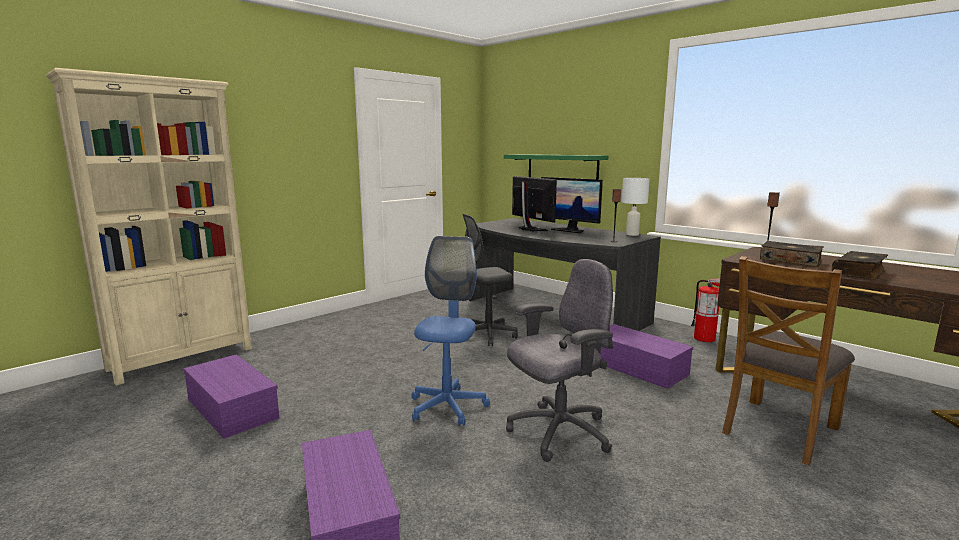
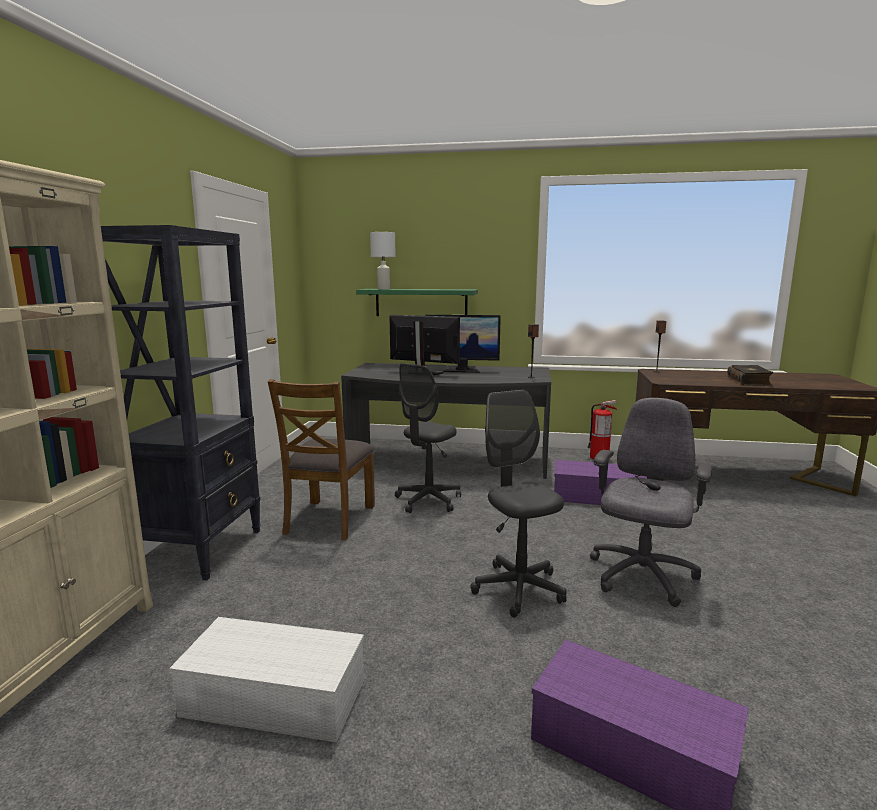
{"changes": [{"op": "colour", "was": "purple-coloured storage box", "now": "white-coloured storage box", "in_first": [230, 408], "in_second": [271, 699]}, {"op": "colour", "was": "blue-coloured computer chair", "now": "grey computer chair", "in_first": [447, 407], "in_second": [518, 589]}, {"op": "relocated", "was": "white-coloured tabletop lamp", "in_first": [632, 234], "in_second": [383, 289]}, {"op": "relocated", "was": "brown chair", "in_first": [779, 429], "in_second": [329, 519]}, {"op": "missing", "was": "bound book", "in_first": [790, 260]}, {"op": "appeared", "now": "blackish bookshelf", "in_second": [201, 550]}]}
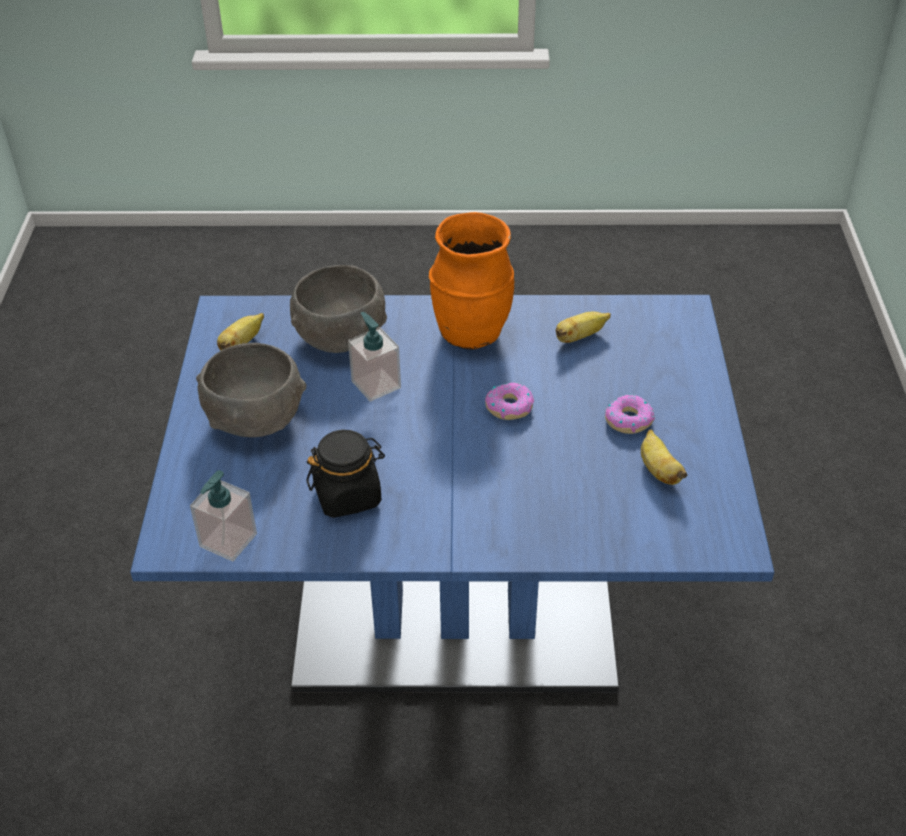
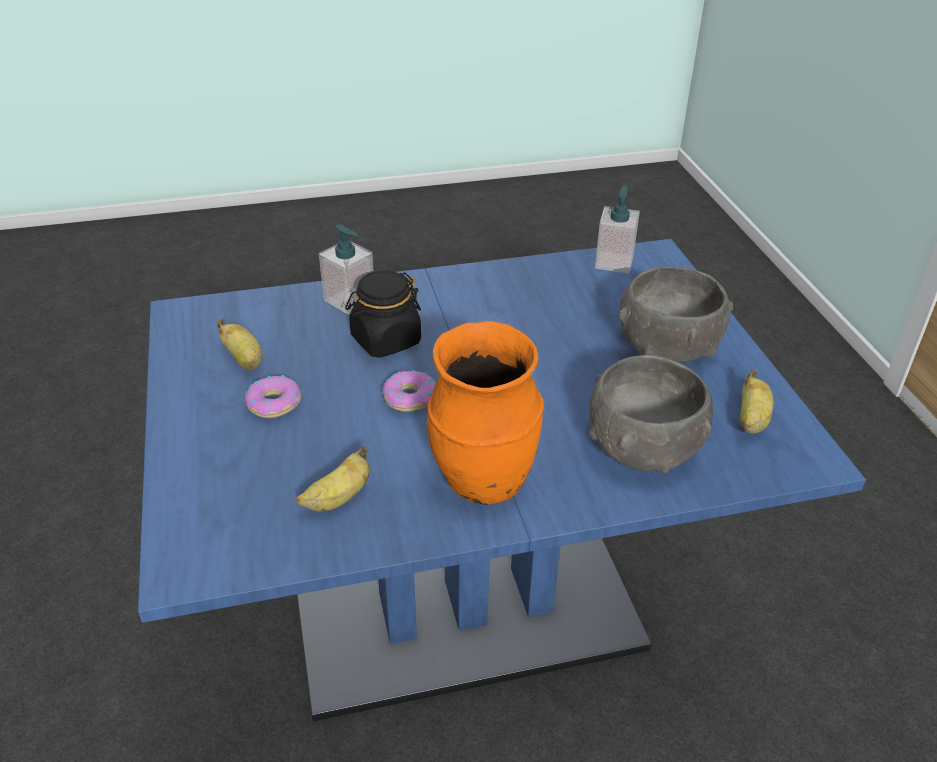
{"changes": [{"op": "relocated", "was": "blackish storage jar", "in_first": [348, 495], "in_second": [385, 340]}, {"op": "relocated", "was": "soap bottle", "in_first": [376, 384], "in_second": [349, 300]}]}
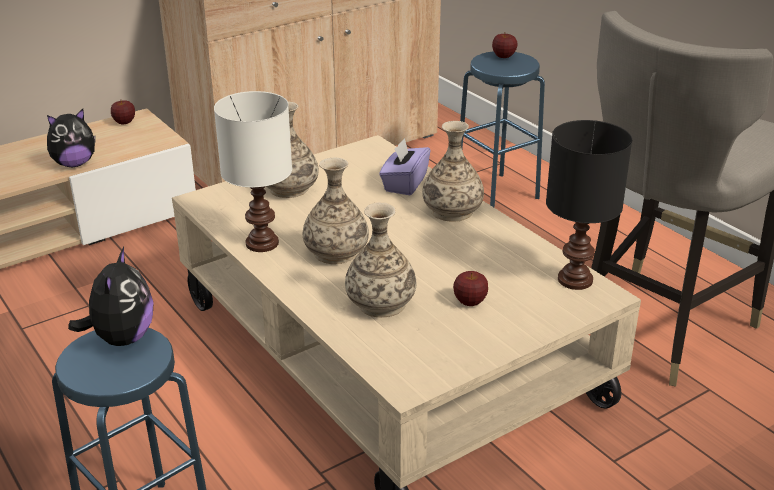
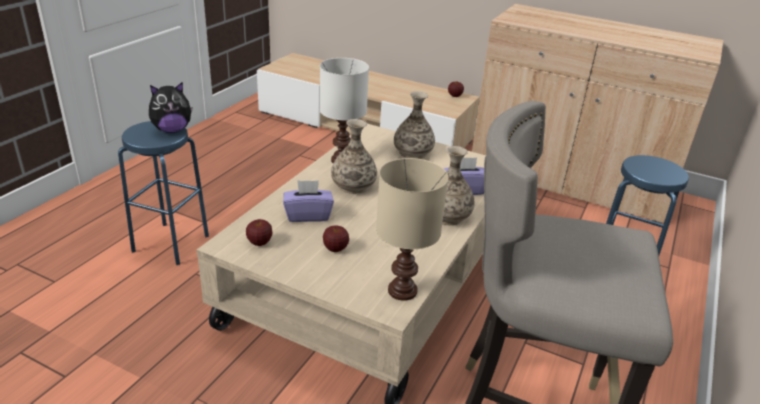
{"changes": [{"op": "missing", "was": "cuddly toy", "in_first": [74, 164]}, {"op": "exchanged", "was": "decorative vase", "now": "purple-coloured box of tissues", "in_first": [381, 303], "in_second": [308, 215]}, {"op": "relocated", "was": "whole apple", "in_first": [503, 56], "in_second": [260, 242]}, {"op": "colour", "was": "blackish tabletop lamp", "now": "beige tabletop lamp", "in_first": [573, 279], "in_second": [402, 290]}]}
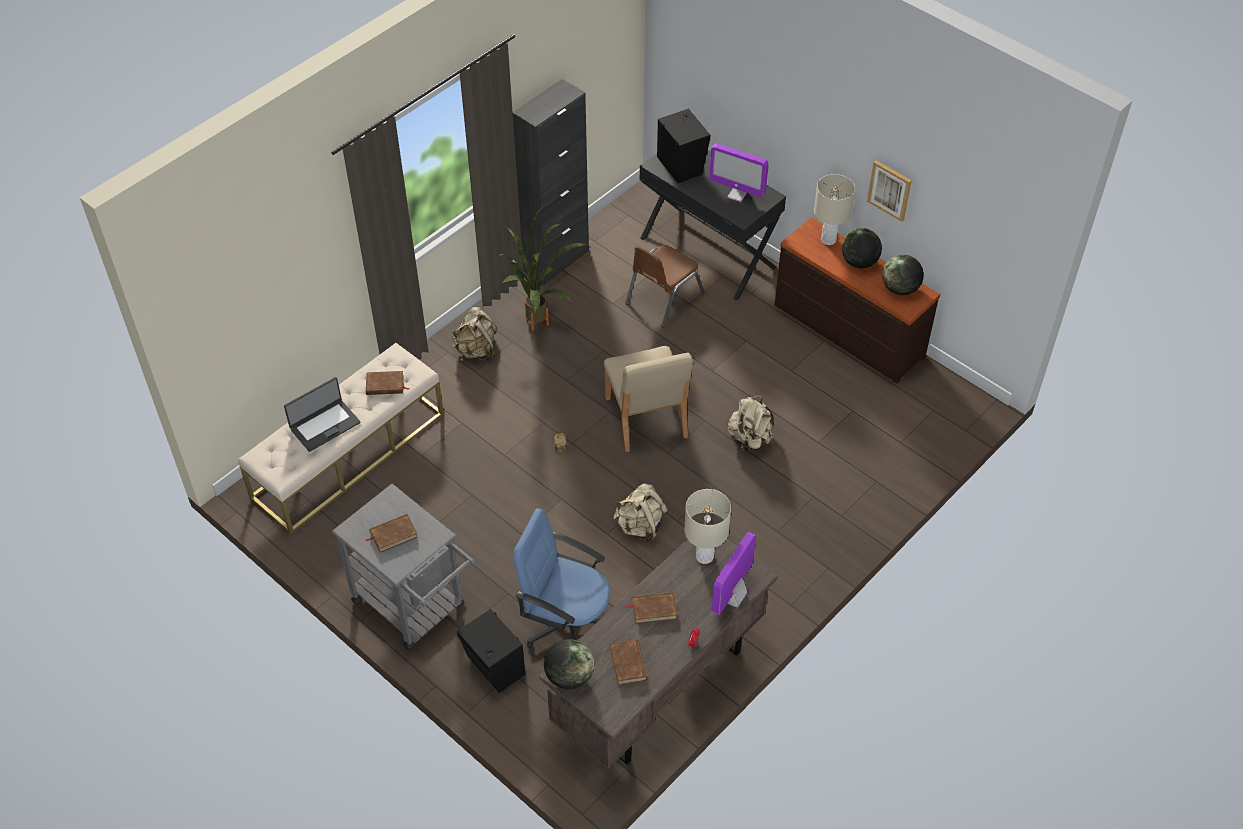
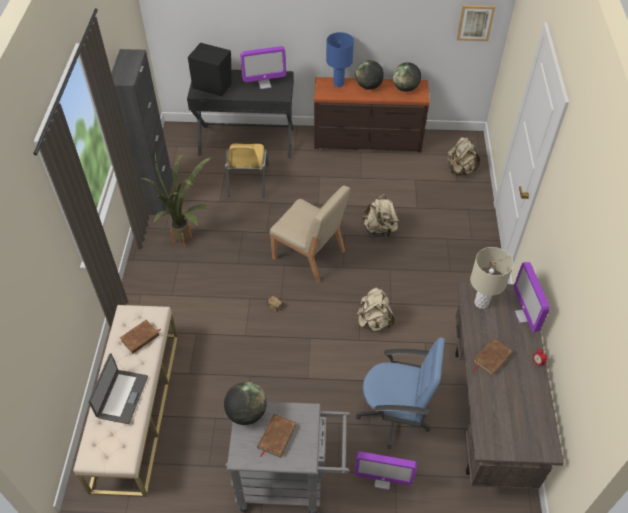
{"changes": [{"op": "relocated", "was": "beige knapsack", "in_first": [476, 350], "in_second": [460, 170]}, {"op": "exchanged", "was": "blackish audio speaker", "now": "computer display", "in_first": [494, 668], "in_second": [382, 480]}, {"op": "spun", "was": "blue-coloured computer chair", "in_first": [567, 623], "in_second": [395, 414], "clockwise": -150}, {"op": "relocated", "was": "world globe", "in_first": [569, 677], "in_second": [246, 413]}, {"op": "missing", "was": "brown bound book", "in_first": [628, 664]}, {"op": "colour", "was": "brown chair", "now": "yellow-coloured chair", "in_first": [663, 298], "in_second": [247, 180]}, {"op": "colour", "was": "beige tabletop lamp", "now": "blue-coloured tabletop lamp", "in_first": [828, 239], "in_second": [338, 83]}, {"op": "relocated", "was": "wall picture", "in_first": [890, 190], "in_second": [475, 22]}]}
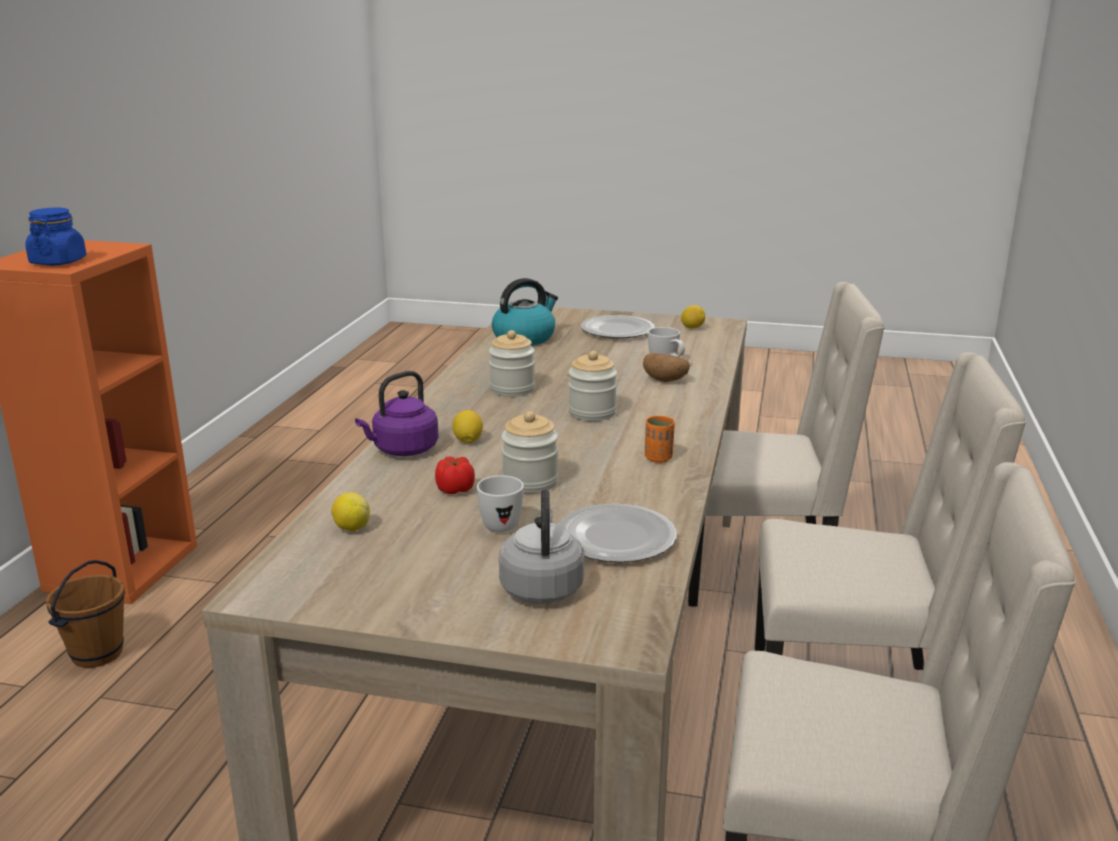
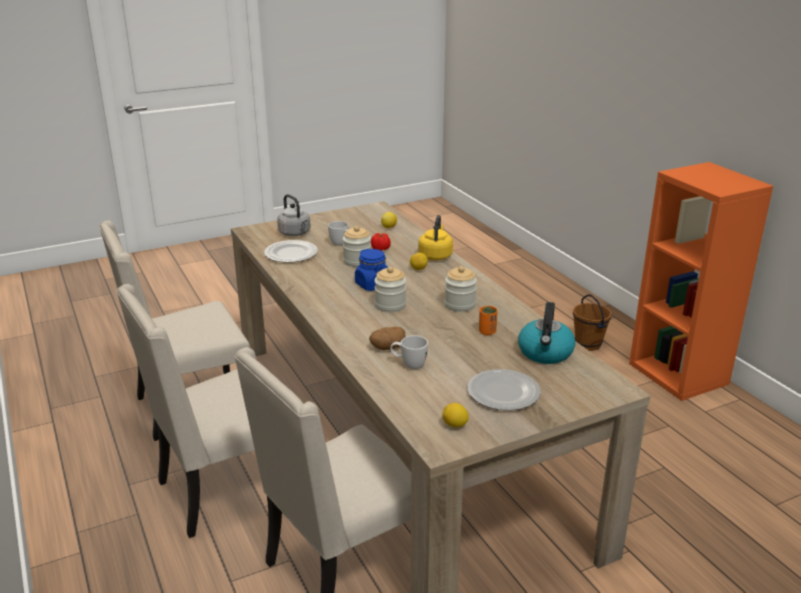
{"changes": [{"op": "relocated", "was": "blue-coloured storage jar", "in_first": [58, 262], "in_second": [373, 285]}, {"op": "colour", "was": "purple-coloured tea kettle", "now": "yellow-coloured tea kettle", "in_first": [402, 450], "in_second": [435, 255]}, {"op": "relocated", "was": "orange-coloured cup", "in_first": [658, 458], "in_second": [487, 332]}]}
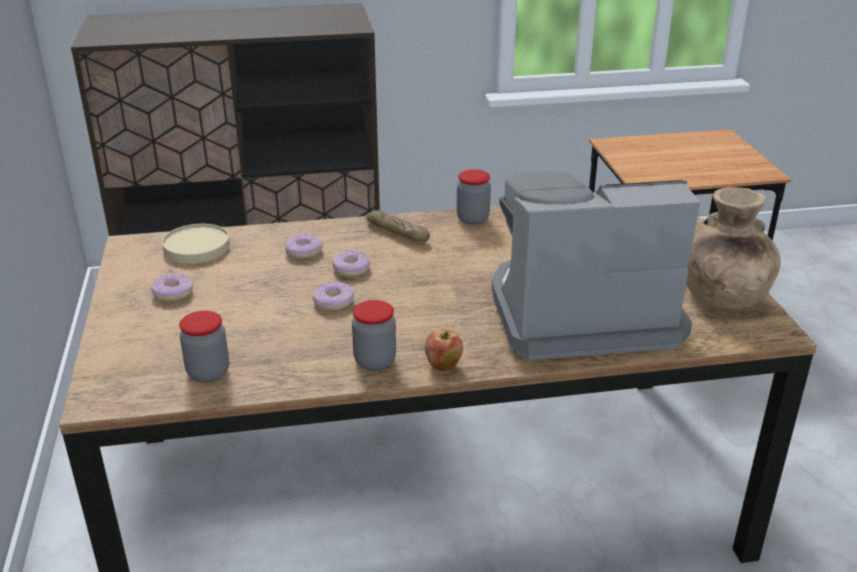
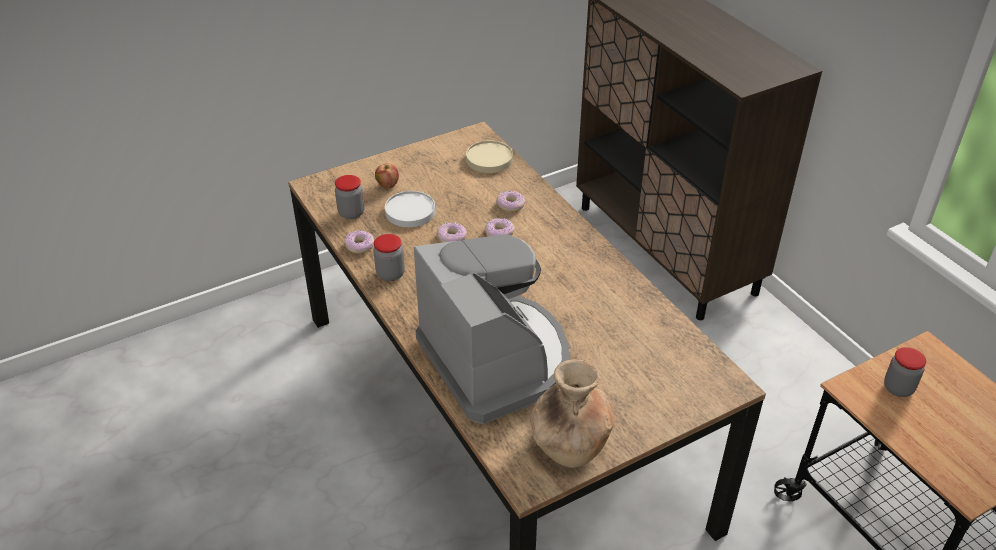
{"changes": [{"op": "relocated", "was": "doughnut", "in_first": [173, 293], "in_second": [359, 245]}, {"op": "missing", "was": "bakery bread", "in_first": [397, 233]}, {"op": "relocated", "was": "whole apple", "in_first": [443, 366], "in_second": [387, 185]}, {"op": "relocated", "was": "storage jar", "in_first": [472, 219], "in_second": [898, 388]}, {"op": "appeared", "now": "white-coloured plate", "in_second": [410, 212]}]}
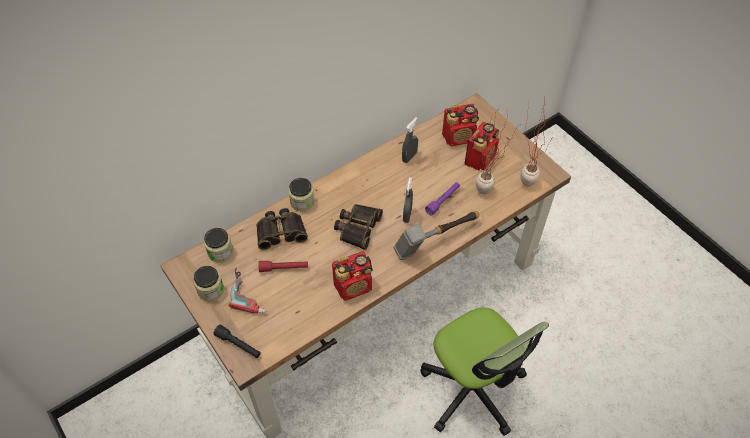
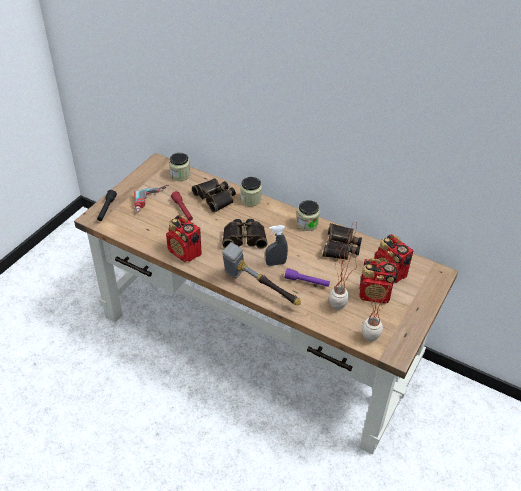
{"changes": [{"op": "relocated", "was": "storage jar", "in_first": [211, 290], "in_second": [307, 224]}, {"op": "exchanged", "was": "grey hand sprayer", "now": "field glasses", "in_first": [409, 157], "in_second": [341, 246]}, {"op": "missing", "was": "computer chair", "in_first": [472, 389]}]}
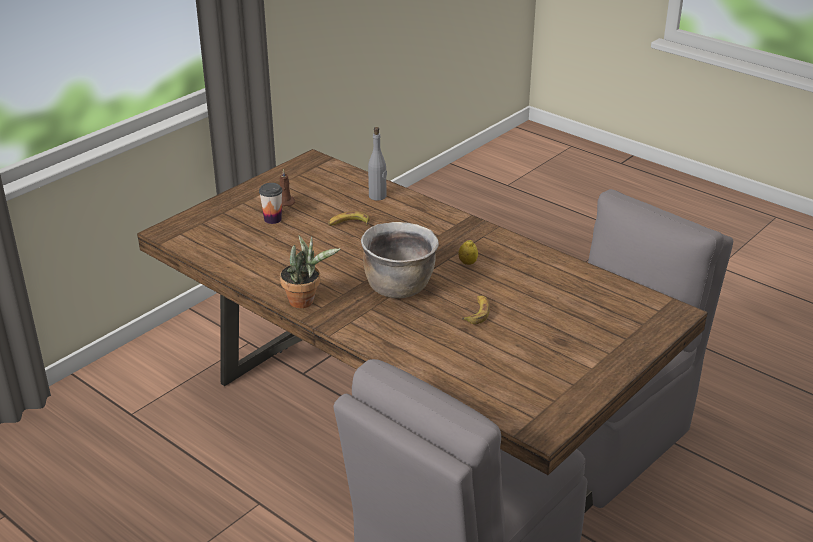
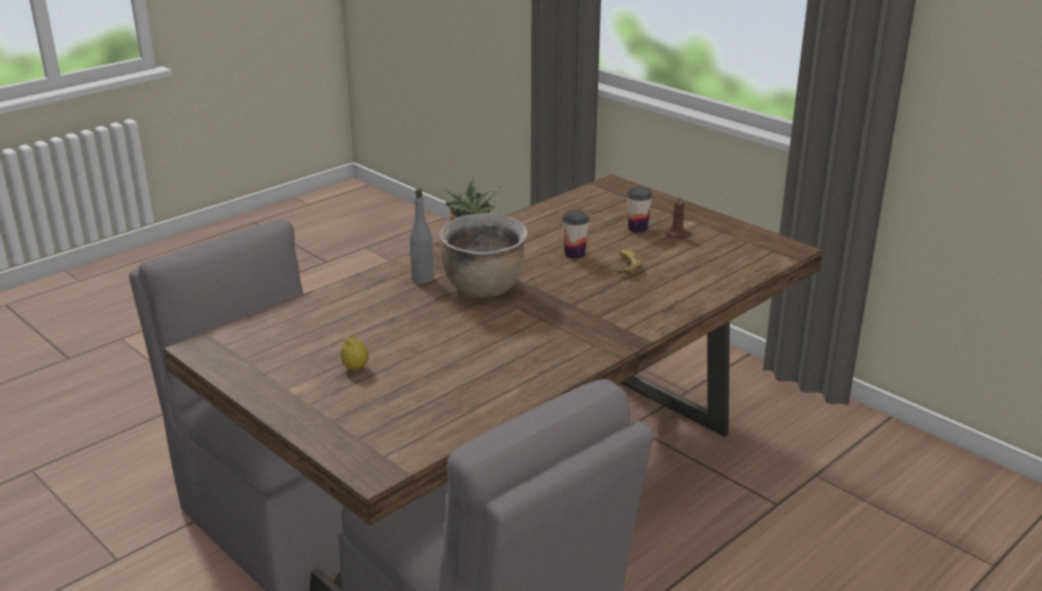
{"changes": [{"op": "relocated", "was": "grey bottle", "in_first": [377, 196], "in_second": [422, 278]}, {"op": "relocated", "was": "citrus fruit", "in_first": [467, 263], "in_second": [355, 368]}, {"op": "missing", "was": "banana", "in_first": [477, 312]}, {"op": "appeared", "now": "cup", "in_second": [574, 254]}]}
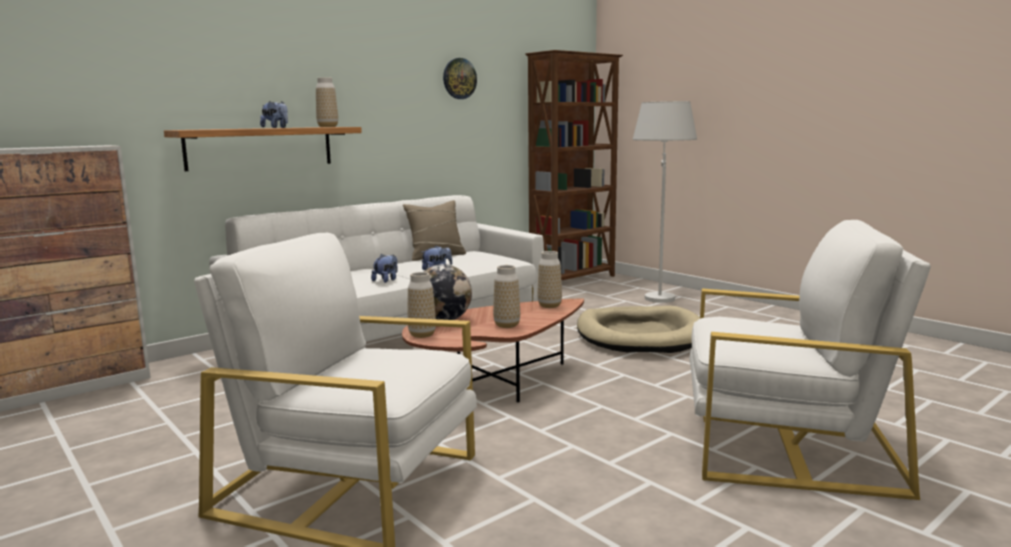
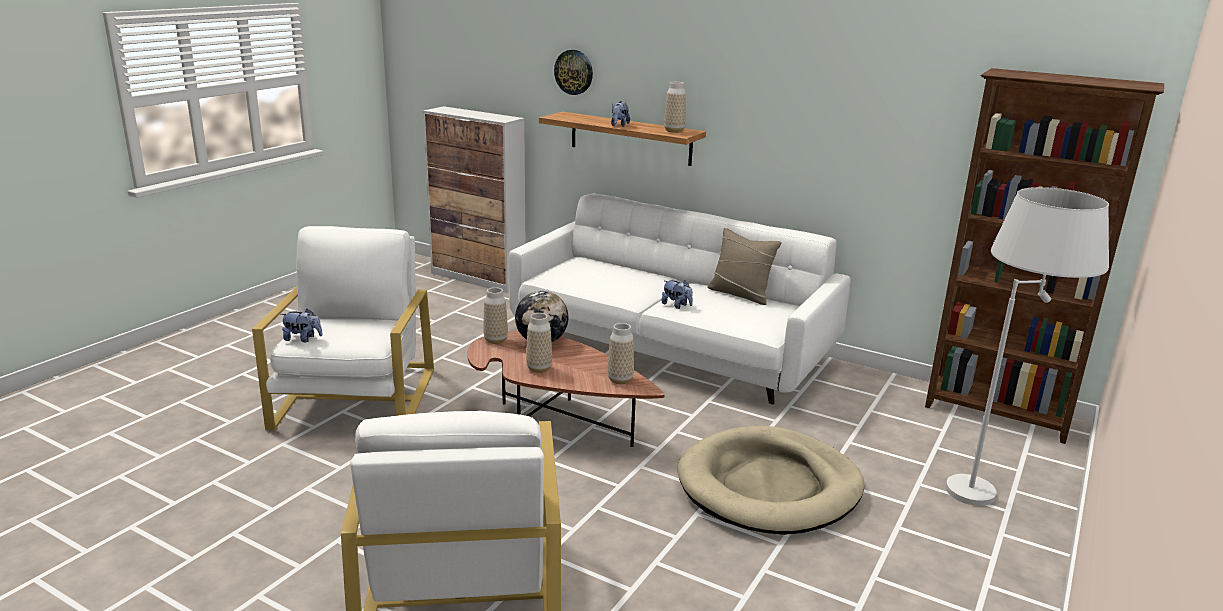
{"changes": [{"op": "relocated", "was": "cuddly toy", "in_first": [386, 280], "in_second": [303, 339]}, {"op": "relocated", "was": "wall clock", "in_first": [459, 78], "in_second": [574, 72]}]}
